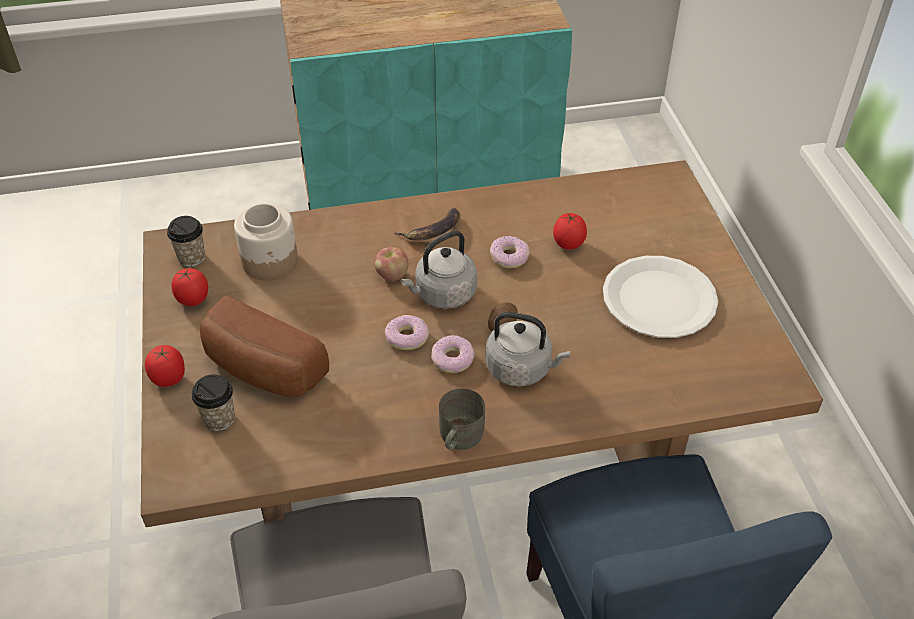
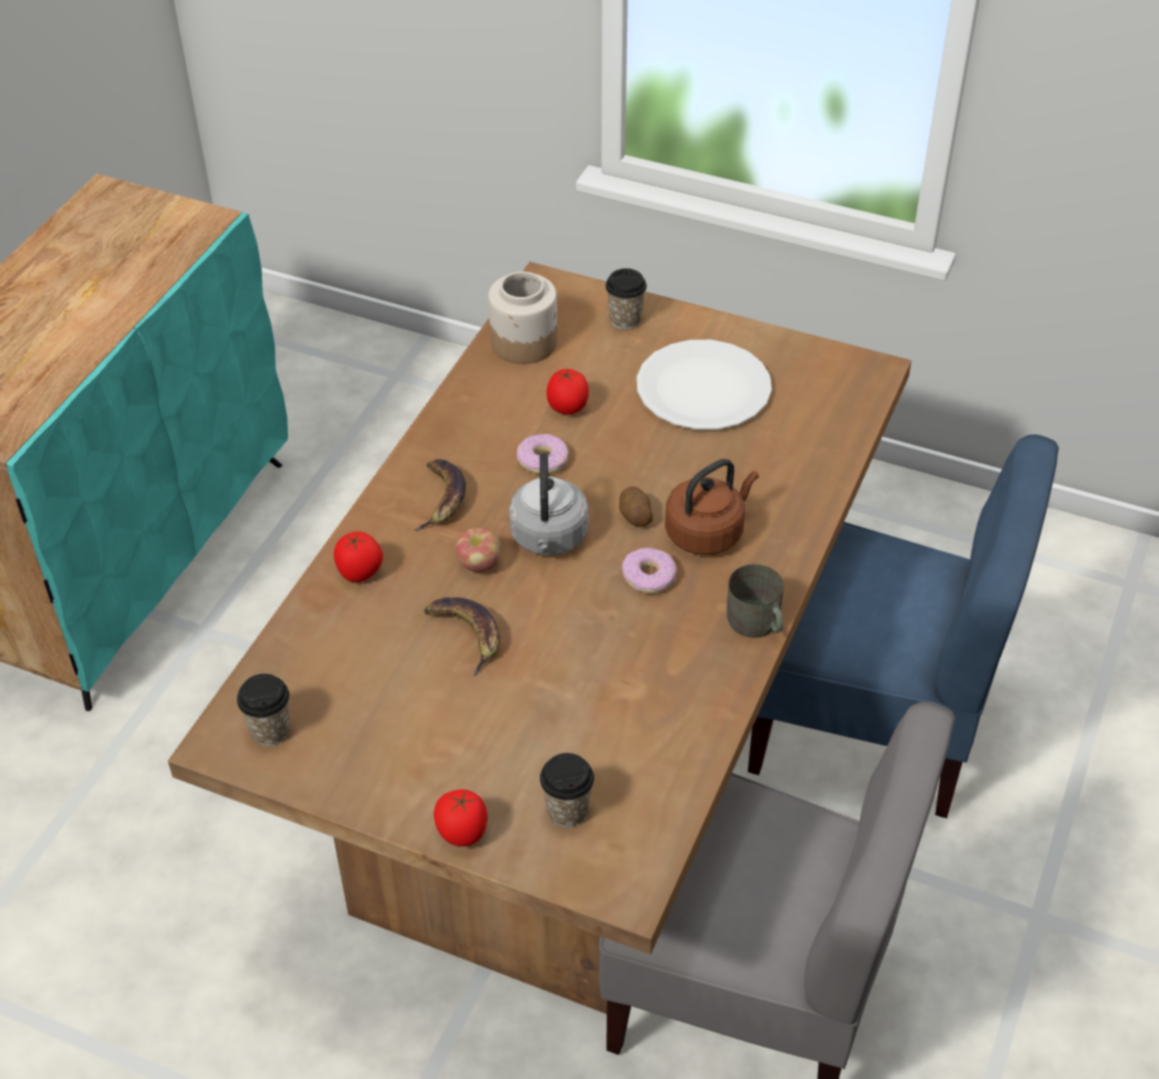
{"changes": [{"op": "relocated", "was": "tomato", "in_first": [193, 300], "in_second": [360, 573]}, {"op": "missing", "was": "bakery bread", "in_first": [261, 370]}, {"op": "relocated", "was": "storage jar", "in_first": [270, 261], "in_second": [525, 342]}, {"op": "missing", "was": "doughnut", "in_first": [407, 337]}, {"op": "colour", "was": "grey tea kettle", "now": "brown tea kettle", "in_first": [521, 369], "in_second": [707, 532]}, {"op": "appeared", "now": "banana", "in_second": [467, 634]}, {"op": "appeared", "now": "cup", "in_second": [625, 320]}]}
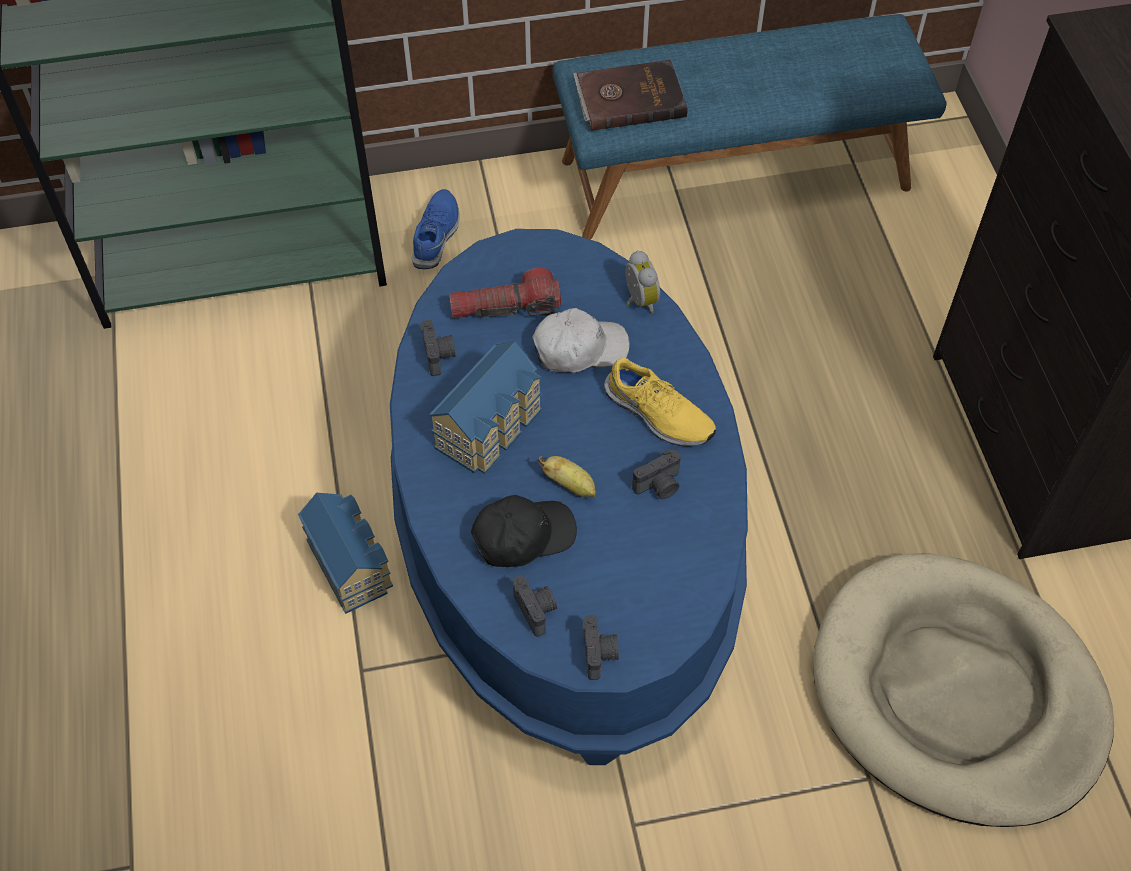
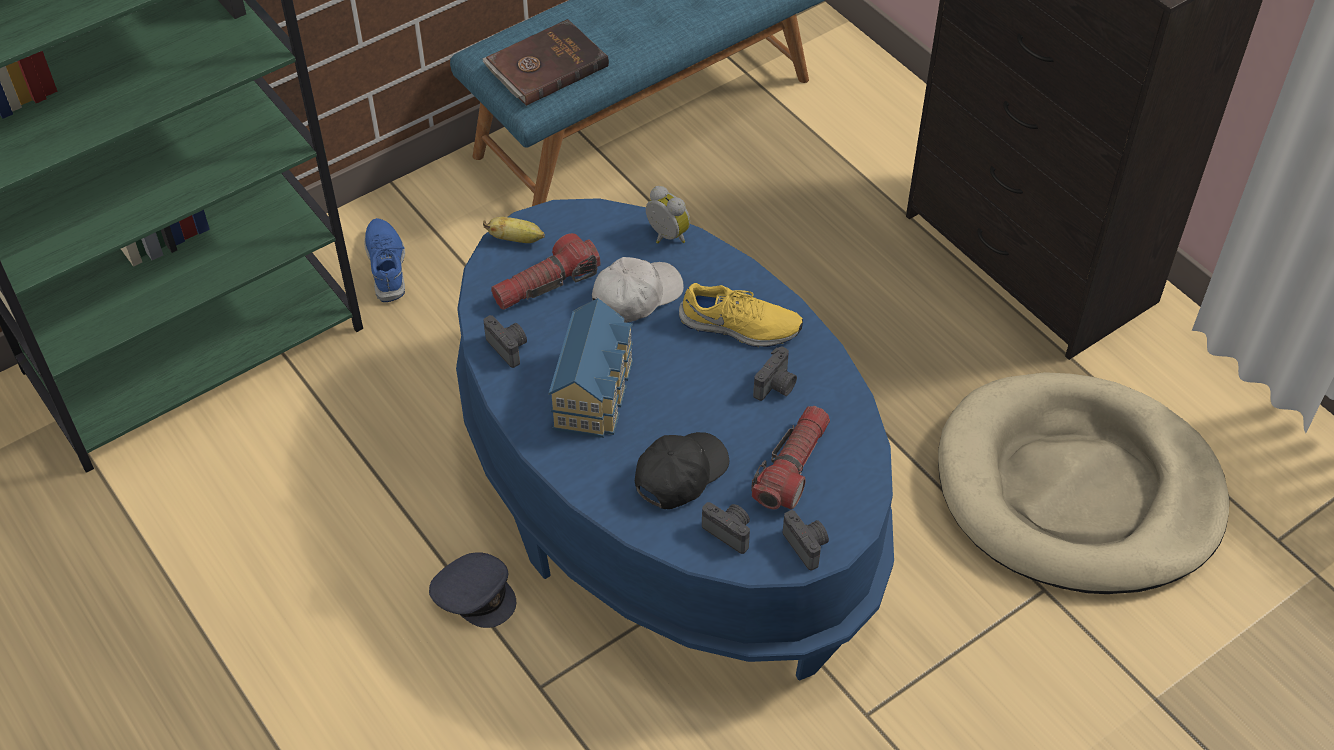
{"changes": [{"op": "exchanged", "was": "toy house", "now": "grey cap", "in_first": [351, 563], "in_second": [474, 595]}, {"op": "relocated", "was": "banana", "in_first": [570, 484], "in_second": [516, 239]}, {"op": "appeared", "now": "torch", "in_second": [792, 467]}]}
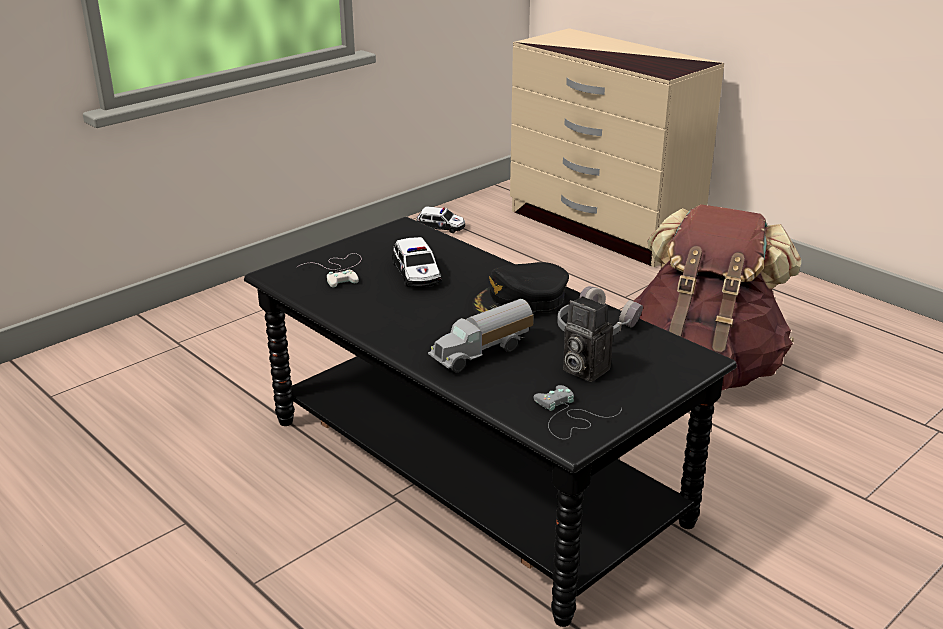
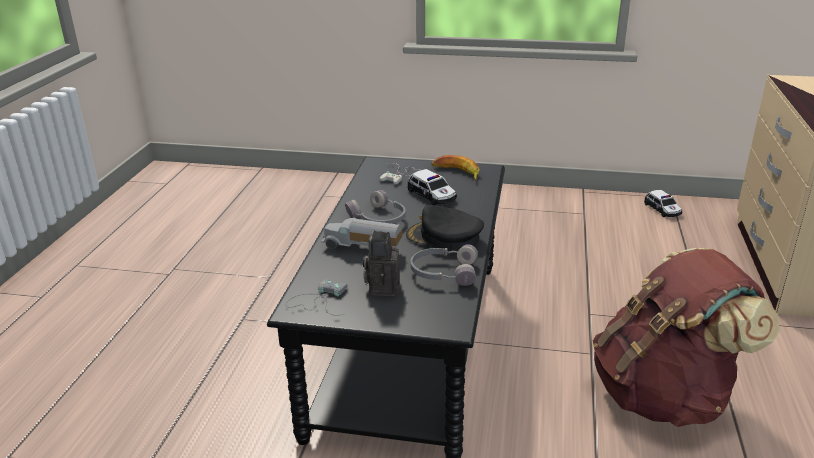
{"changes": [{"op": "spun", "was": "toy car", "in_first": [417, 274], "in_second": [432, 195], "clockwise": -75}, {"op": "appeared", "now": "grey headset", "in_second": [378, 219]}, {"op": "appeared", "now": "banana", "in_second": [456, 172]}]}
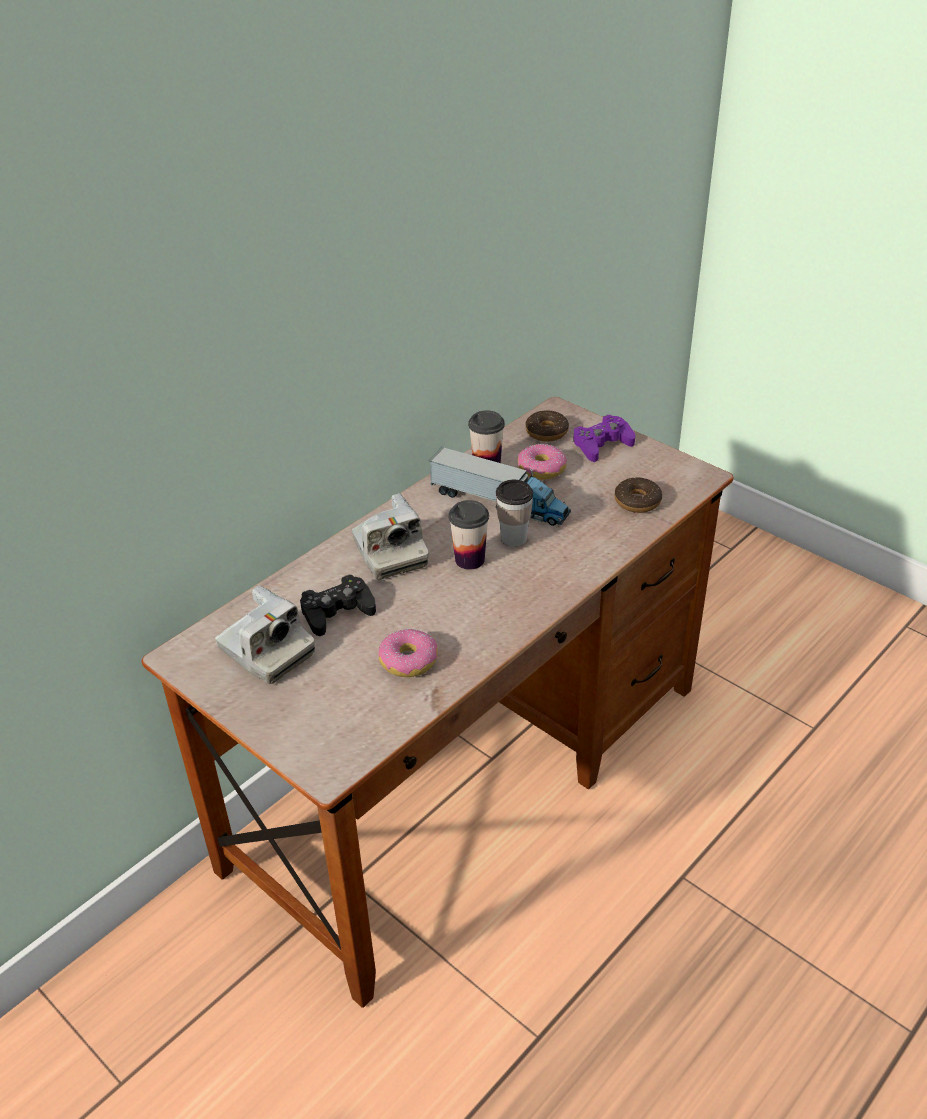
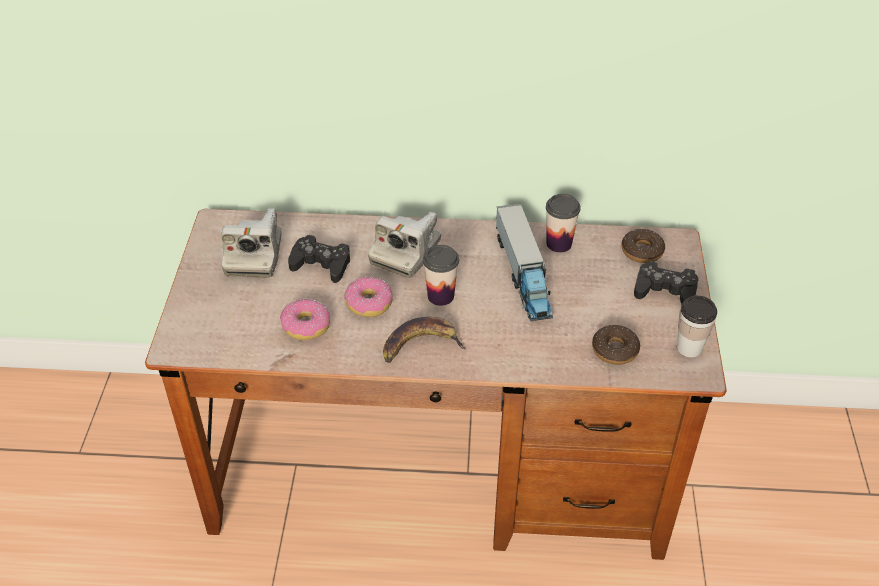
{"changes": [{"op": "relocated", "was": "cup", "in_first": [514, 538], "in_second": [689, 348]}, {"op": "relocated", "was": "doughnut", "in_first": [541, 469], "in_second": [368, 303]}, {"op": "colour", "was": "purple-coloured game controller", "now": "blackish game controller", "in_first": [602, 444], "in_second": [665, 290]}, {"op": "appeared", "now": "banana", "in_second": [420, 344]}]}
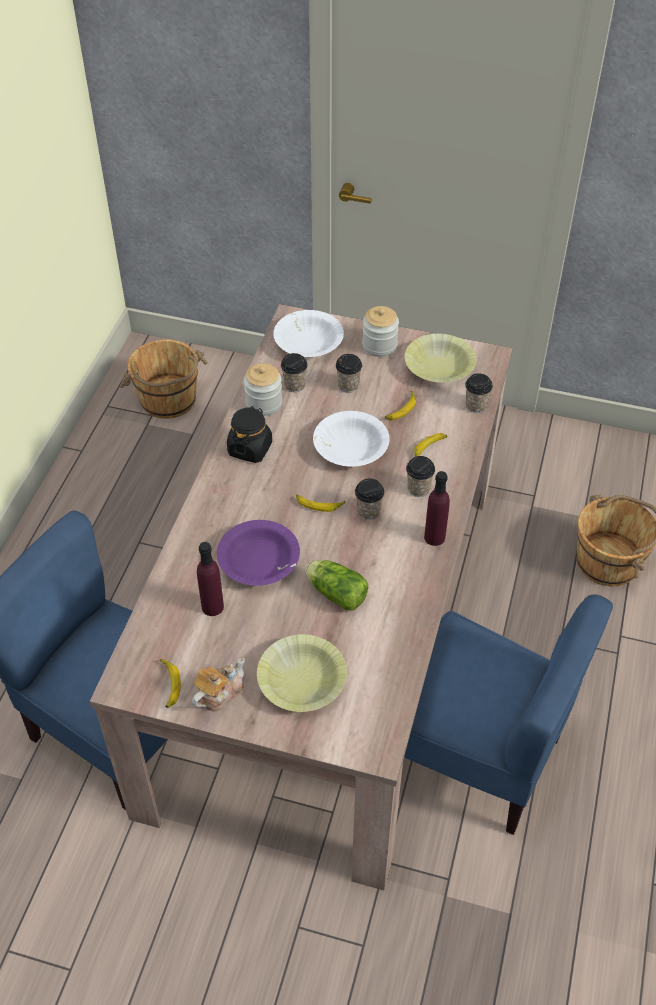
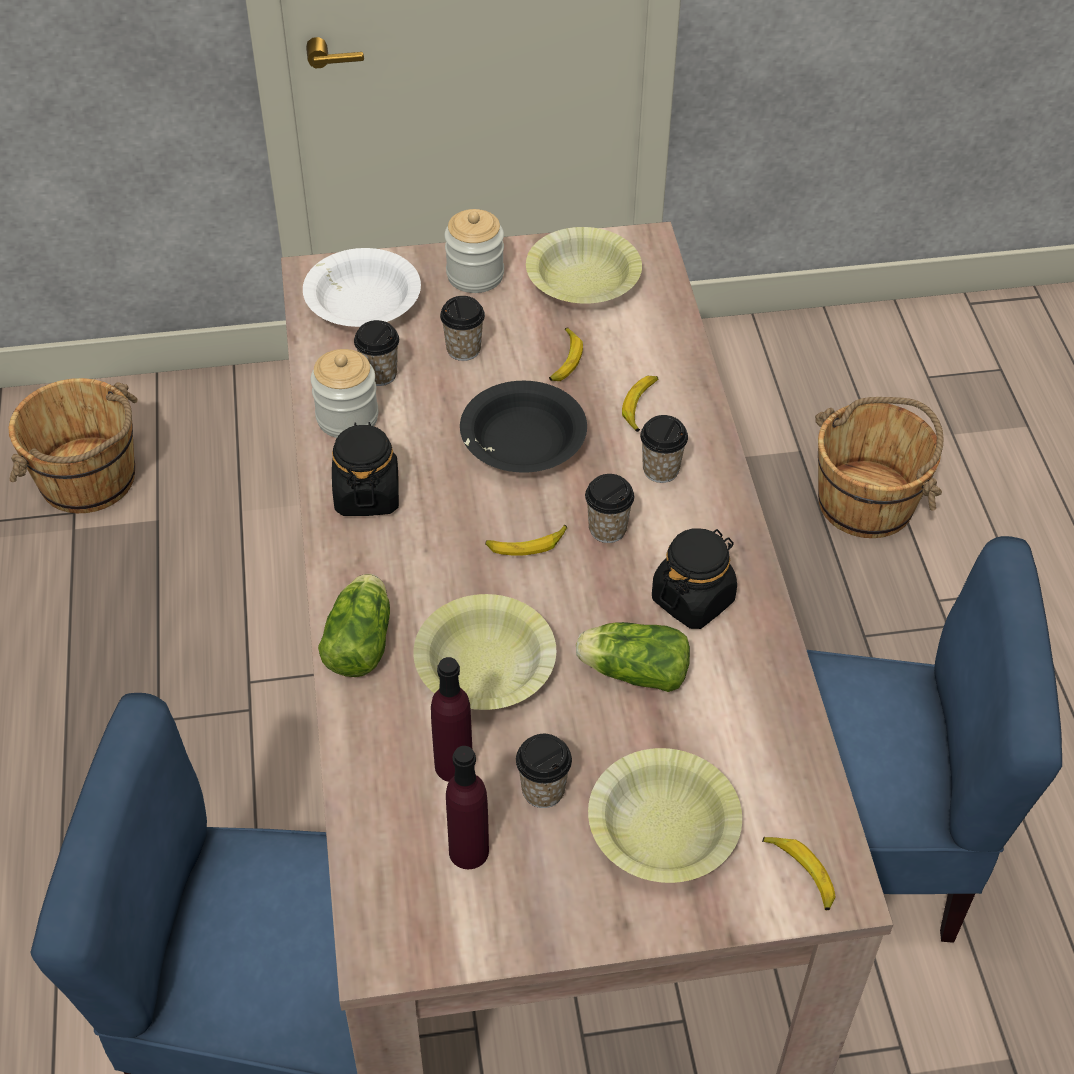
{"changes": [{"op": "relocated", "was": "banana", "in_first": [169, 685], "in_second": [800, 874]}, {"op": "missing", "was": "tea pot", "in_first": [219, 693]}, {"op": "colour", "was": "purple-coloured serving bowl", "now": "yellow-coloured serving bowl", "in_first": [259, 561], "in_second": [485, 666]}, {"op": "colour", "was": "white-coloured serving bowl", "now": "blackish serving bowl", "in_first": [350, 447], "in_second": [523, 442]}, {"op": "relocated", "was": "purple-coloured bottle", "in_first": [434, 537], "in_second": [469, 851]}, {"op": "relocated", "was": "cup", "in_first": [476, 405], "in_second": [543, 790]}, {"op": "appeared", "now": "lettuce head", "in_second": [361, 639]}, {"op": "appeared", "now": "blackish storage jar", "in_second": [693, 599]}]}
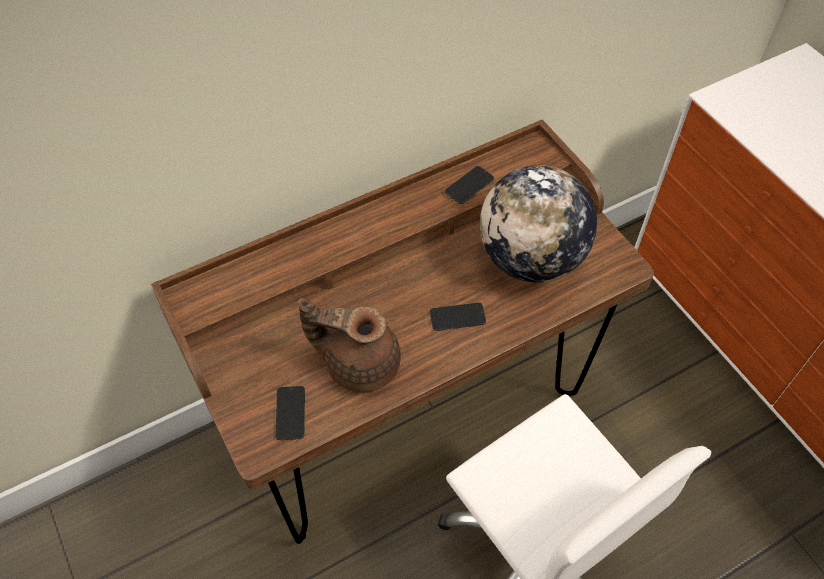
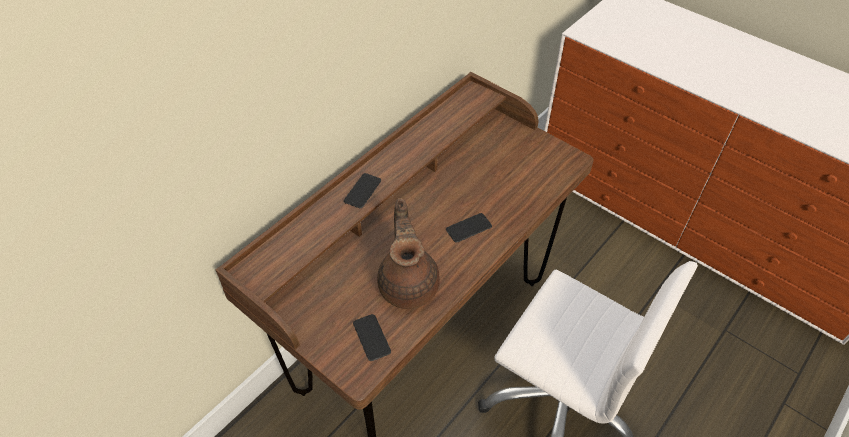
{"changes": [{"op": "spun", "was": "brown tea pot", "in_first": [359, 363], "in_second": [409, 283], "clockwise": 90}, {"op": "relocated", "was": "phone", "in_first": [469, 185], "in_second": [362, 191]}, {"op": "missing", "was": "world globe", "in_first": [531, 259]}]}
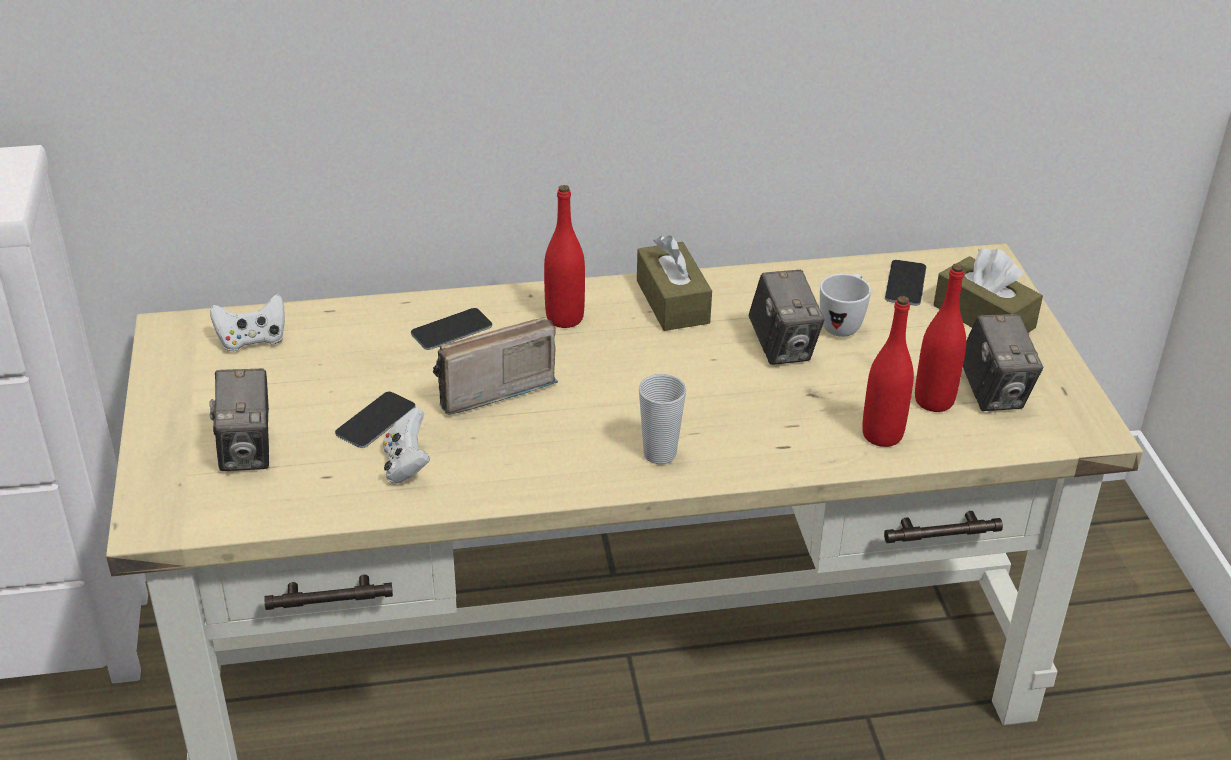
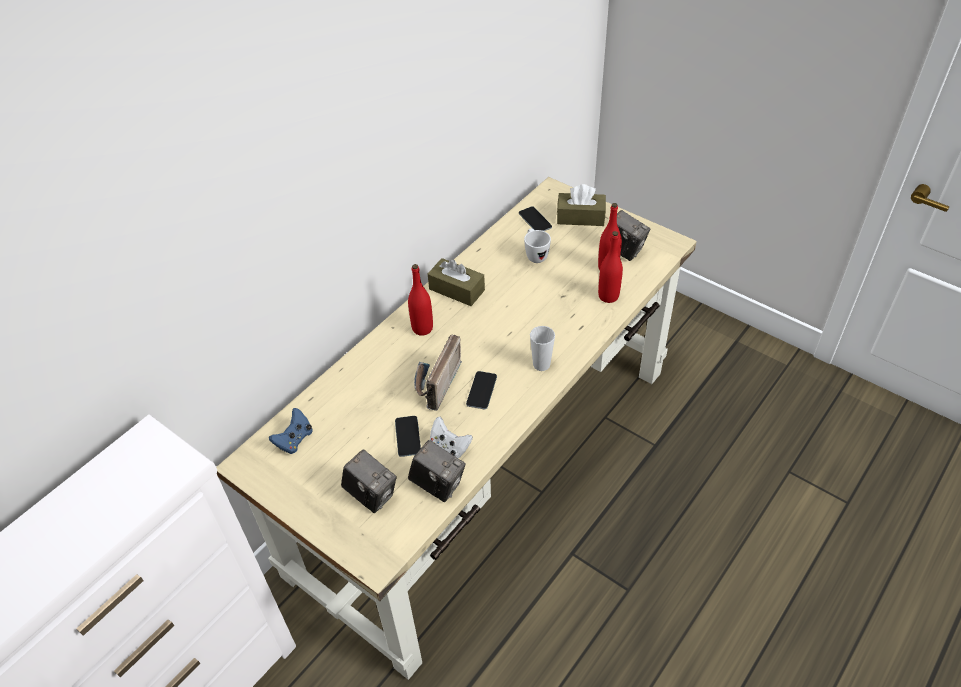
{"changes": [{"op": "colour", "was": "white-coloured game controller", "now": "blue-coloured game controller", "in_first": [252, 340], "in_second": [294, 440]}, {"op": "relocated", "was": "phone", "in_first": [451, 330], "in_second": [481, 390]}, {"op": "relocated", "was": "photo camera", "in_first": [782, 347], "in_second": [438, 484]}]}
